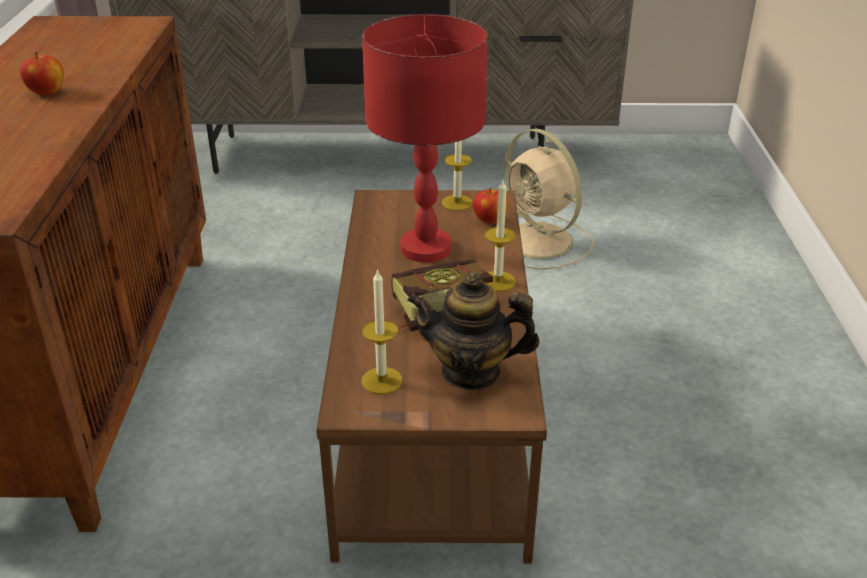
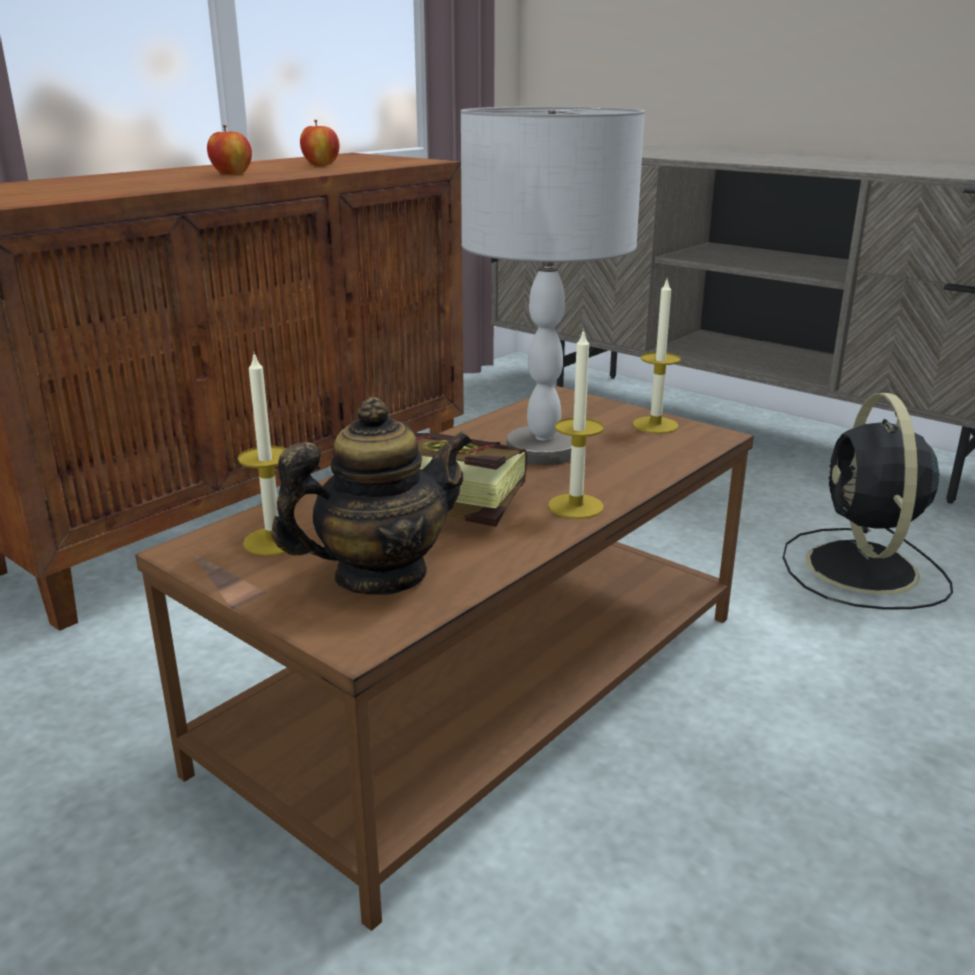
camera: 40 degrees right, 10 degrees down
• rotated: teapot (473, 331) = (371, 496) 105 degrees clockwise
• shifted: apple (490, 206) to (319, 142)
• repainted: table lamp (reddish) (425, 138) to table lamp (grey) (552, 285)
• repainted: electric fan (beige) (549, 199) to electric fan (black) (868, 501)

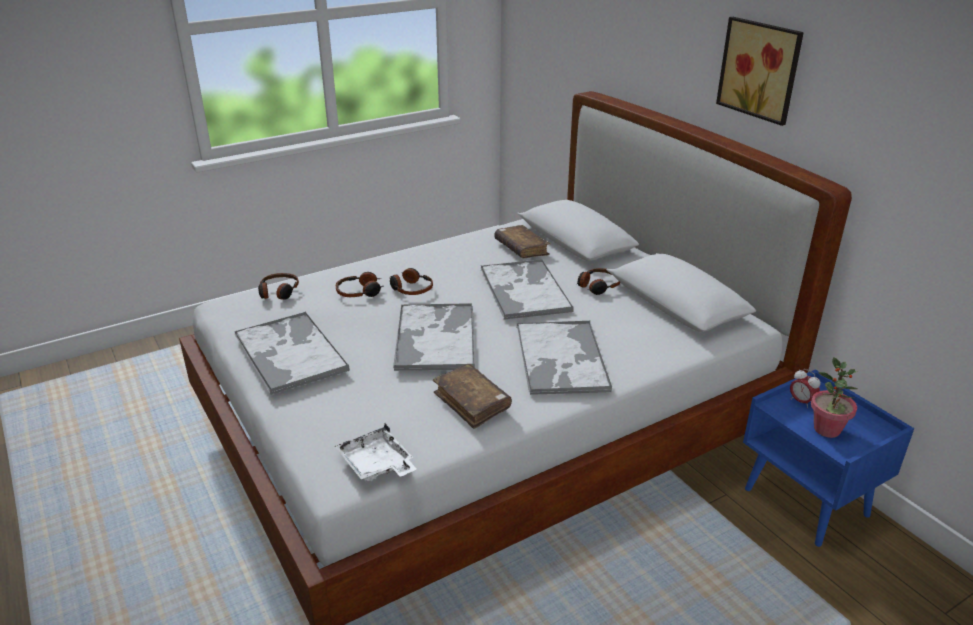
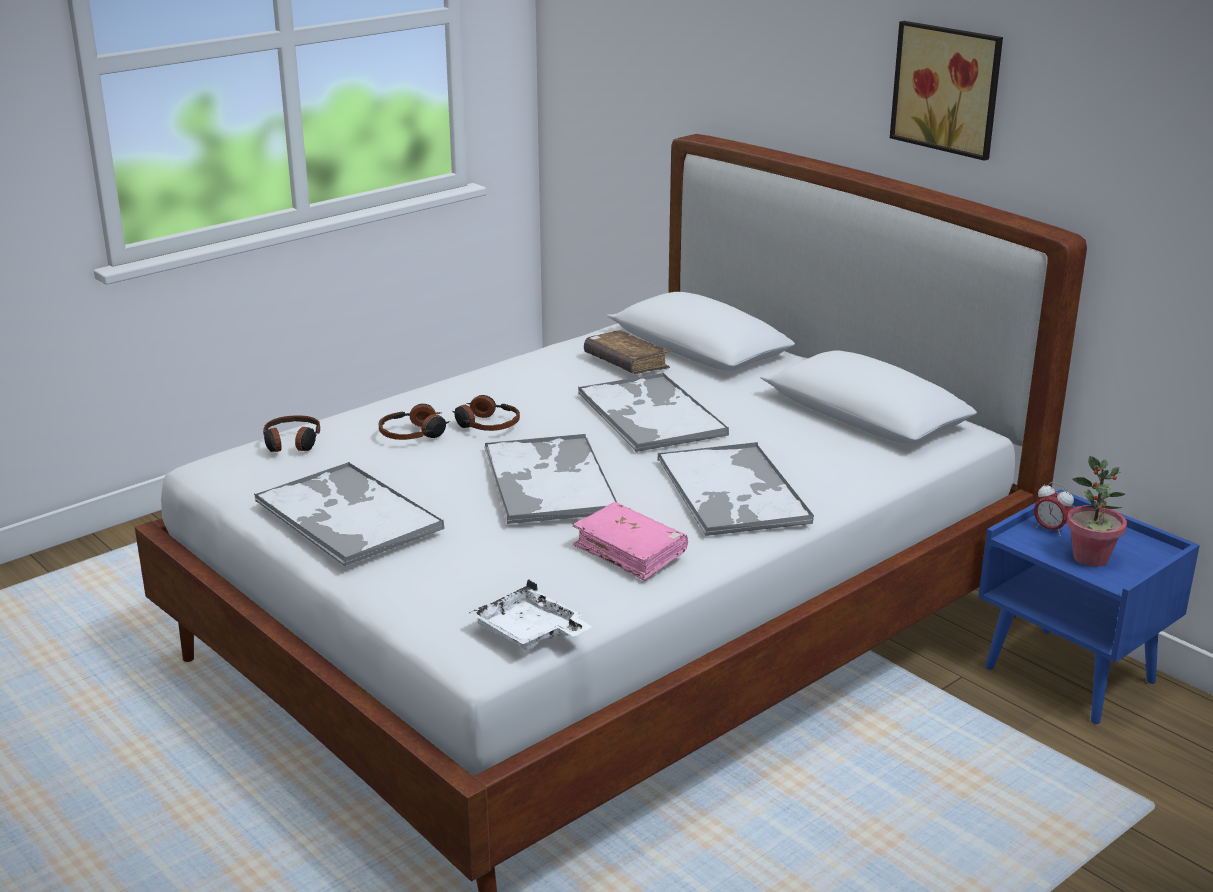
camera: 10 degrees left, 5 degrees down
• repainted: book (brown-coloured) (472, 396) to book (pinkish) (630, 541)
• gone: pair of headphones (598, 281)

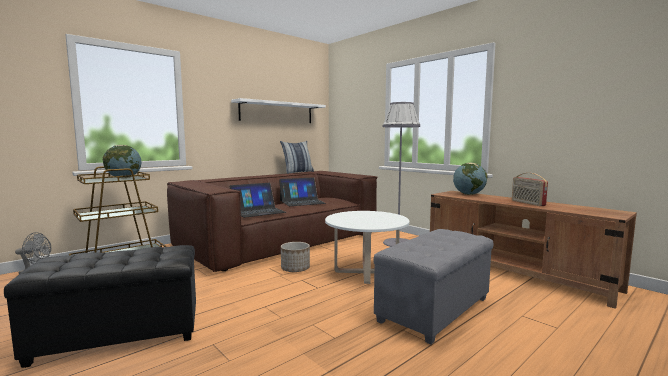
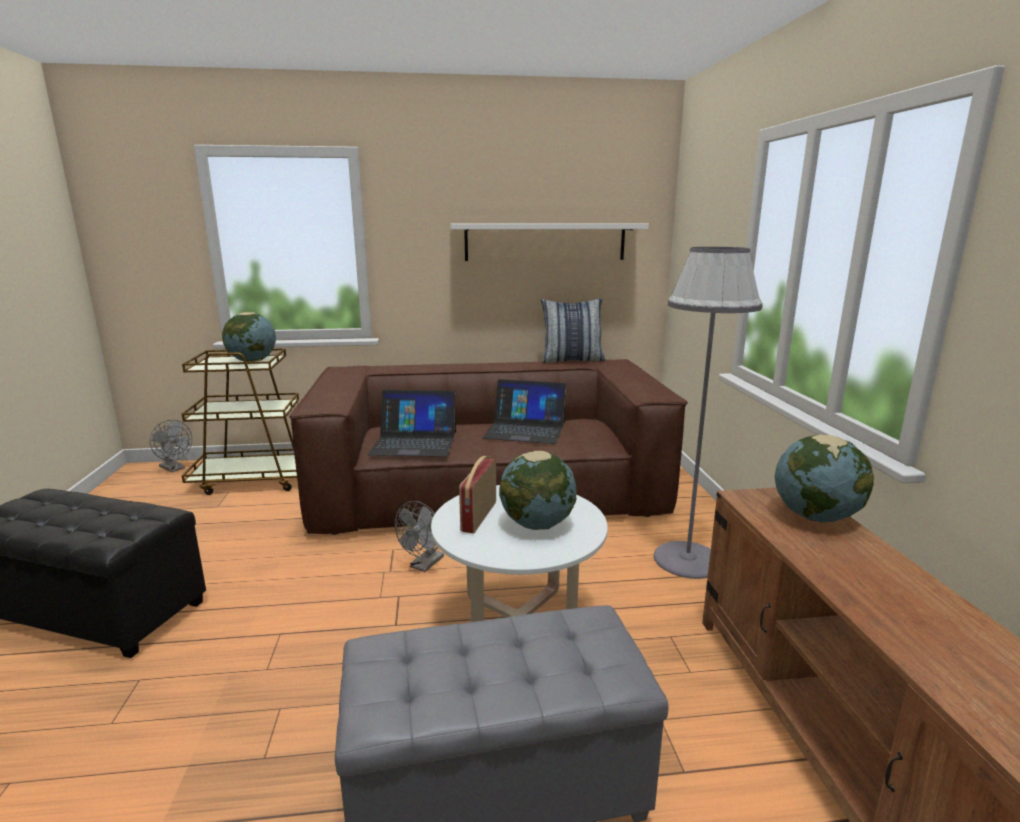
camera: 35 degrees right, 10 degrees up
• swapped: plant pot (295, 257) to electric fan (grey) (419, 536)
• shifted: radio (530, 189) to (477, 494)
• new: world globe (538, 490)

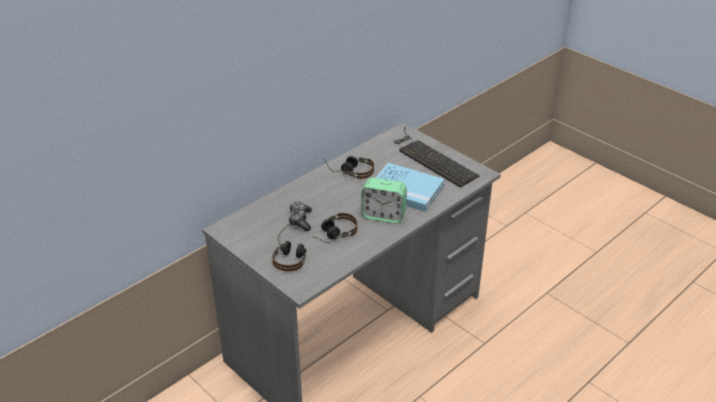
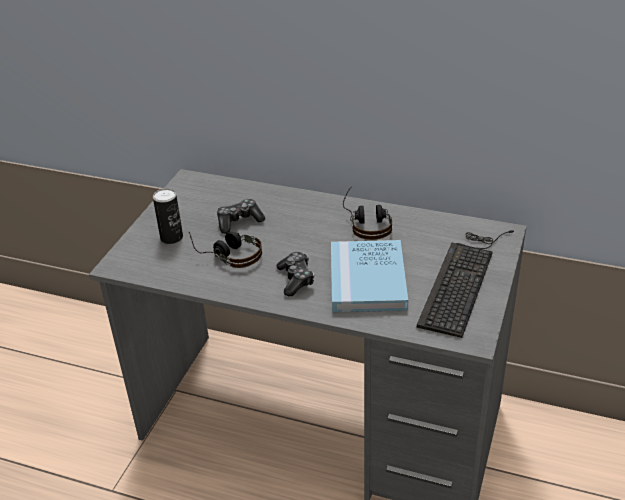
camera: 65 degrees right, 0 degrees up
• swapped: pair of headphones (289, 247) to can (168, 216)
• swapped: alarm clock (384, 200) to game controller (295, 274)

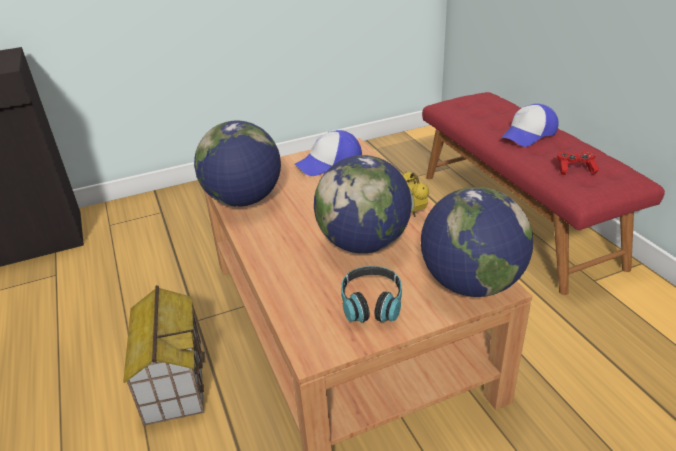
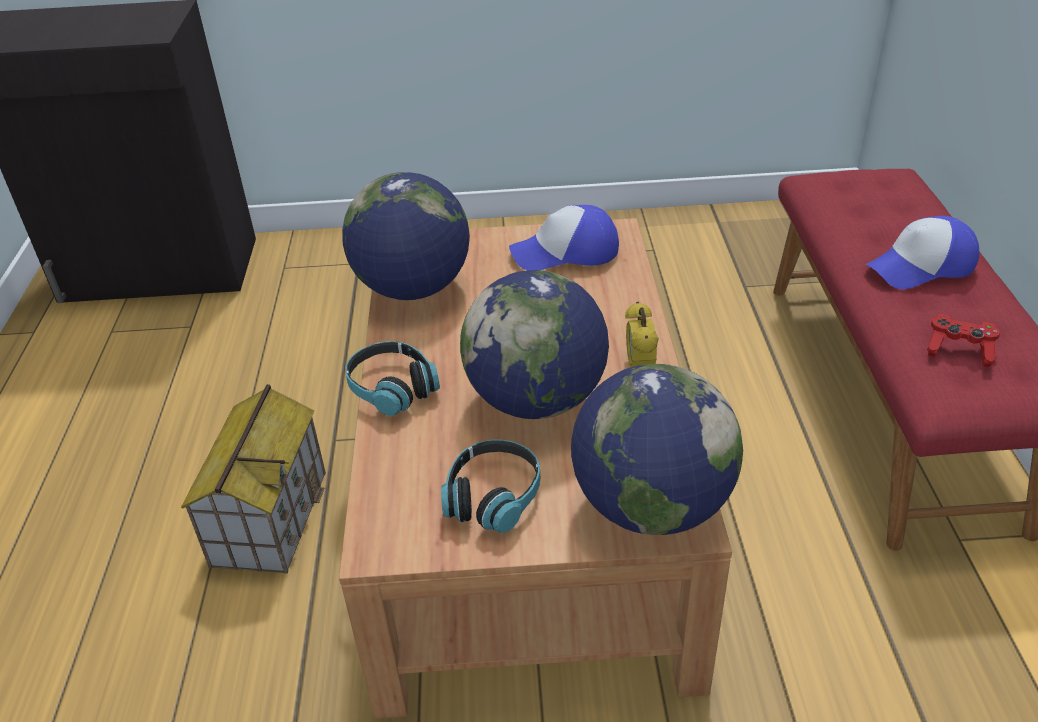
camera: 20 degrees right, 5 degrees up
• new: pair of headphones (392, 378)

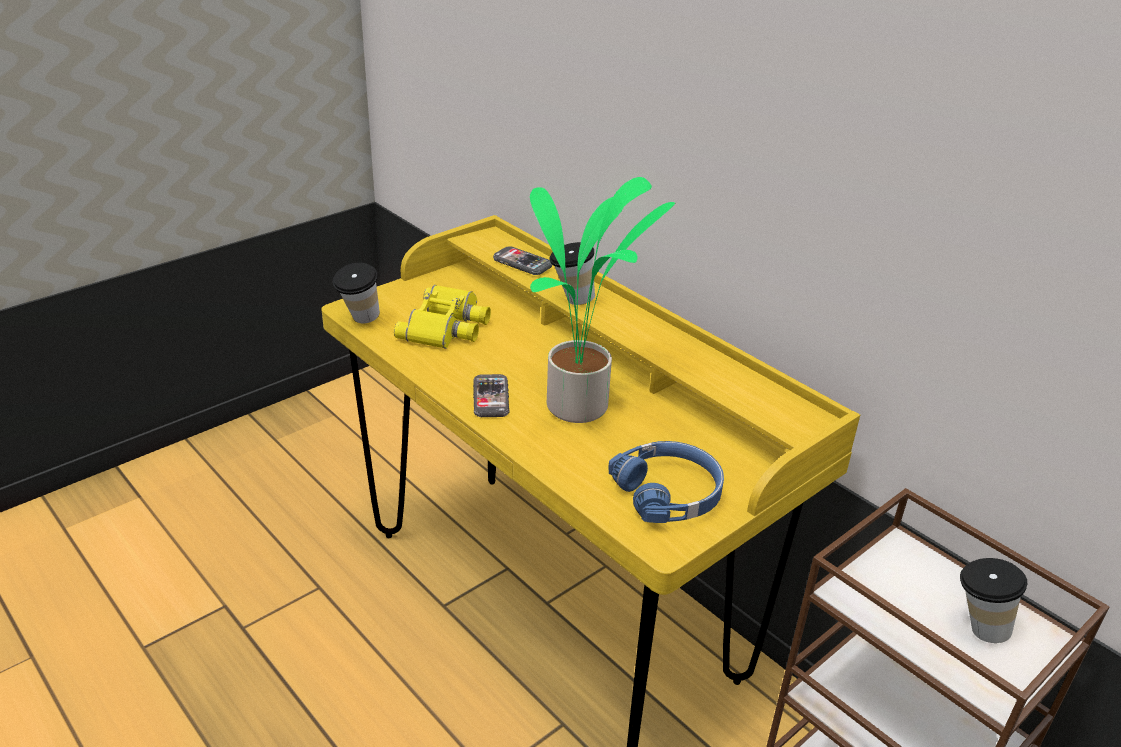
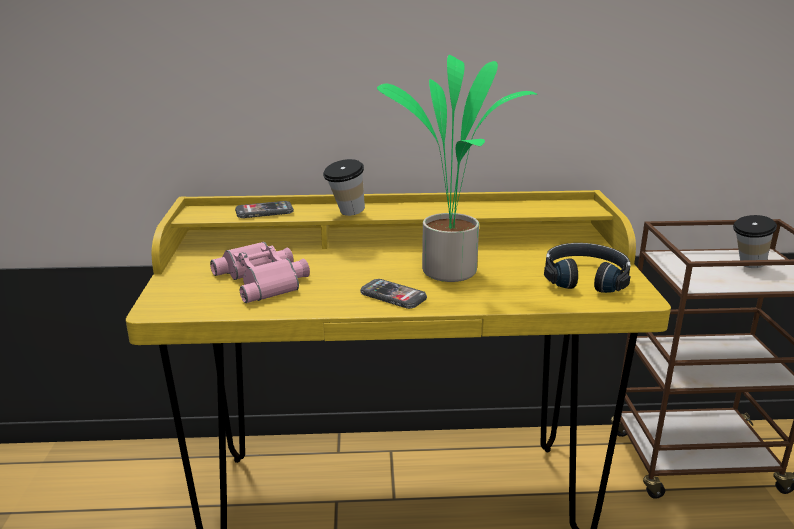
camera: 50 degrees left, 10 degrees down
• repainted: binoculars (yellow-coloured) (442, 317) to binoculars (pinkish) (260, 272)
• repainted: pair of headphones (blue-coloured) (666, 482) to pair of headphones (black) (587, 268)
• gone: cup (356, 293)

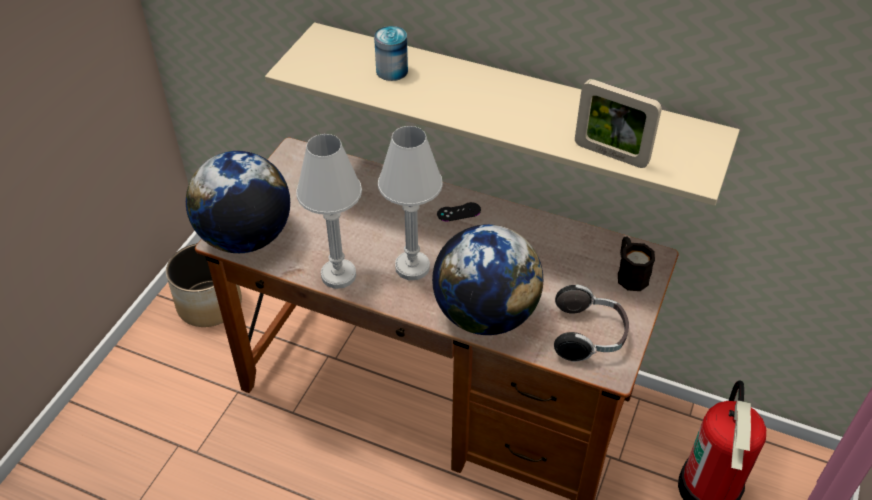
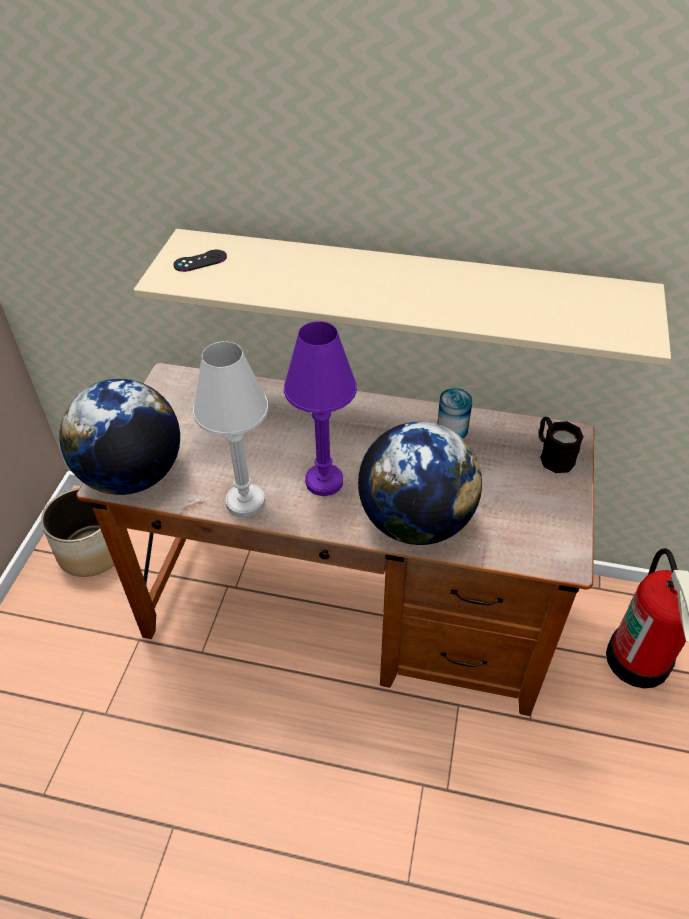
camera: 10 degrees left, 0 degrees up
• shifted: game controller (black) (459, 212) to (200, 261)
• repainted: table lamp (white-coloured) (410, 203) to table lamp (purplish) (320, 408)
• shifted: can (391, 53) to (455, 413)
• gone: pair of headphones (591, 323)
• gone: standing frame (618, 123)

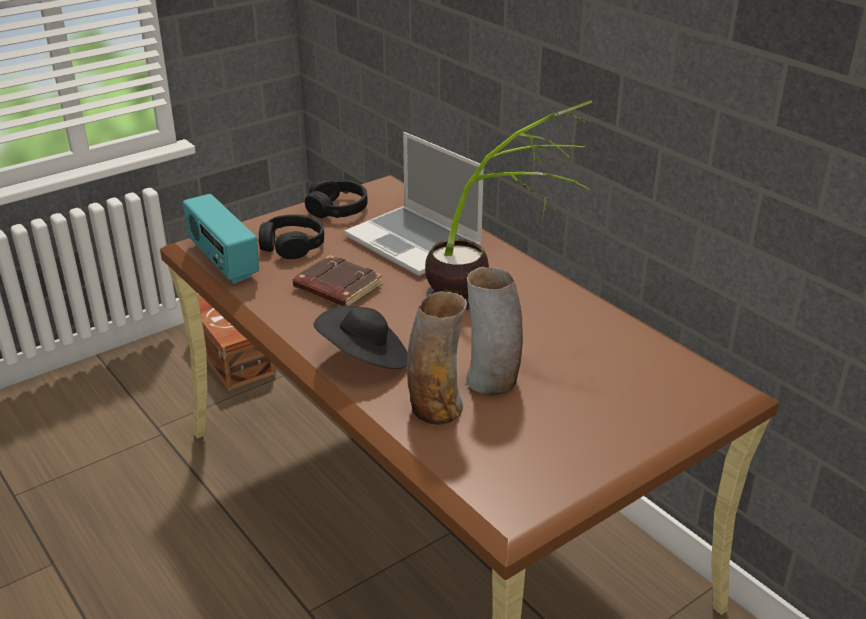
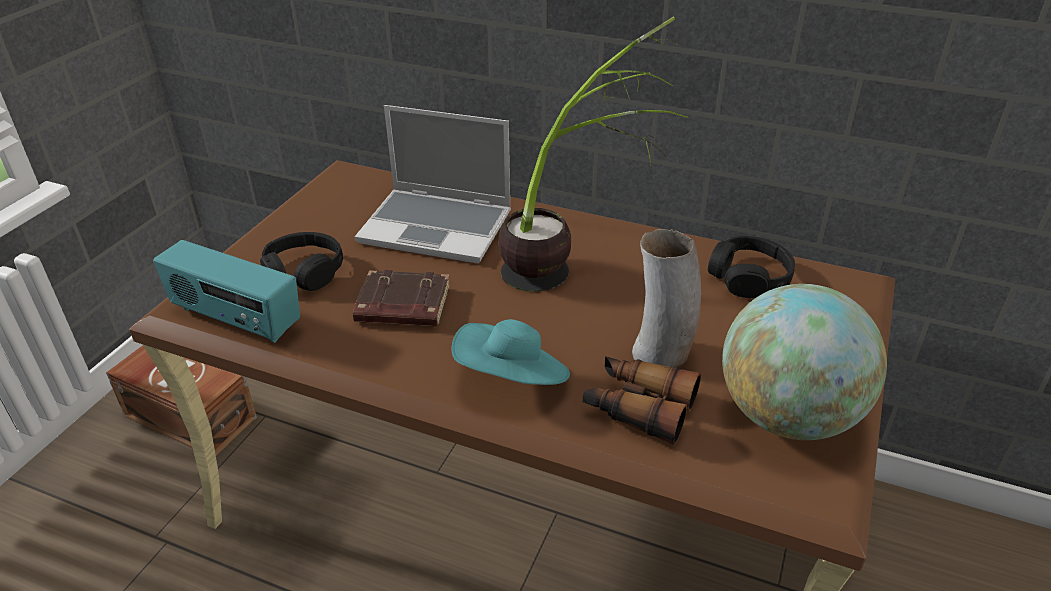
camera: 30 degrees left, 5 degrees up
• repainted: hat (black) (360, 337) to hat (turquoise) (511, 352)
• swapped: flower vase (437, 358) to binoculars (642, 400)
• shifted: pair of headphones (black) (336, 198) to (751, 267)
• new: world globe (804, 362)

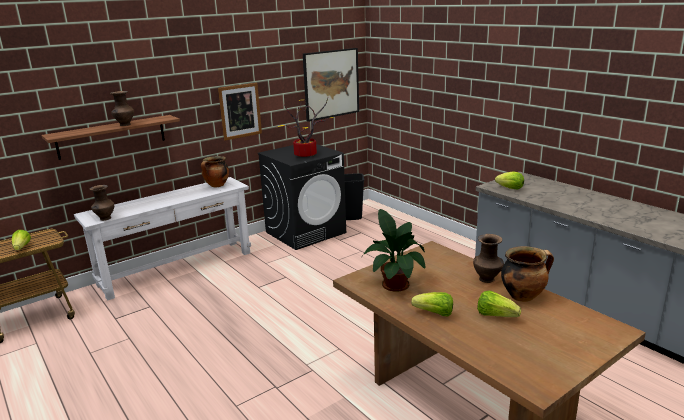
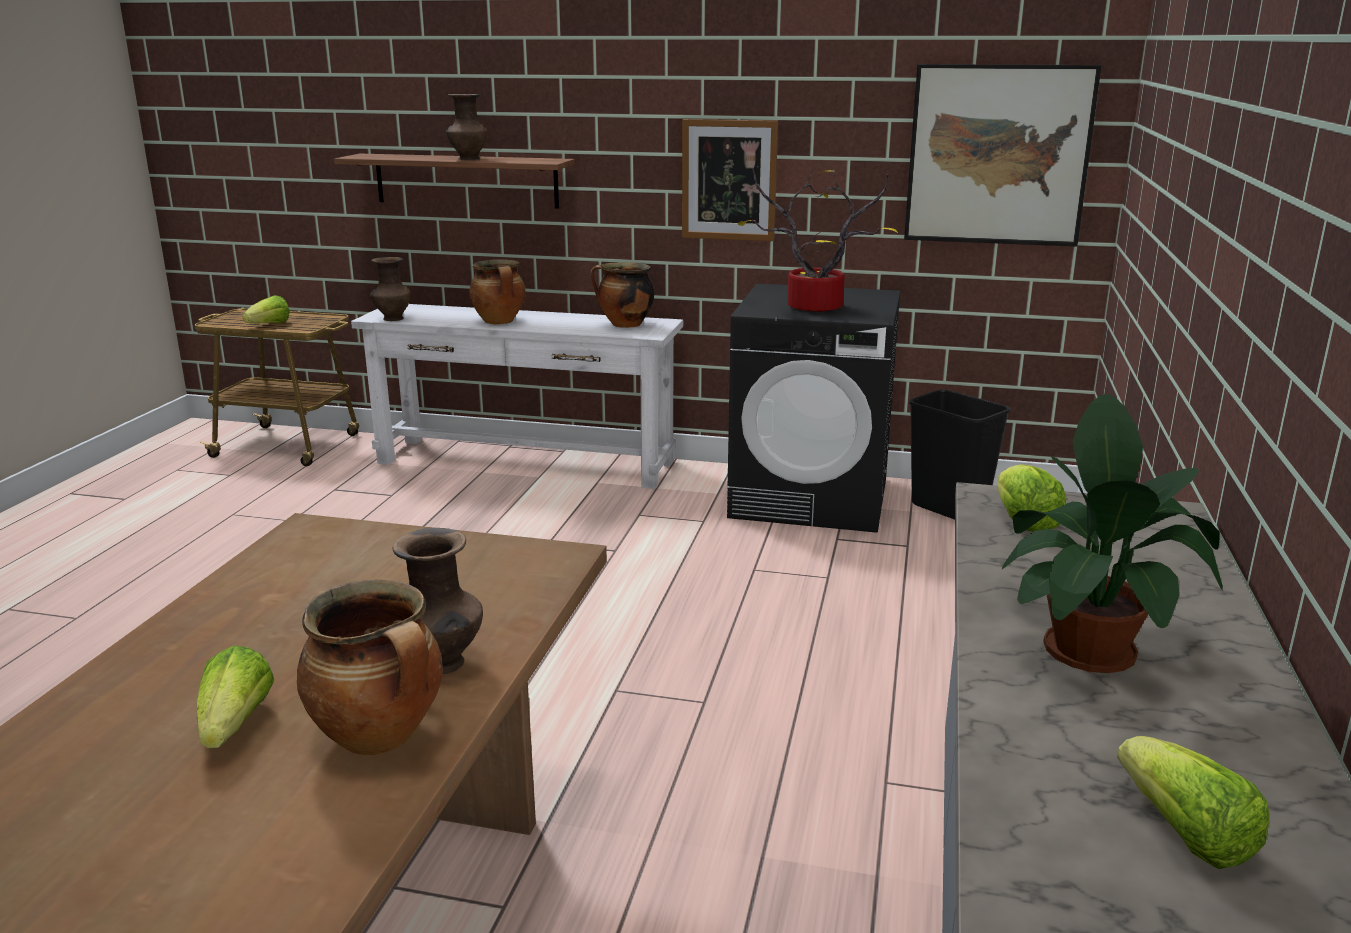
camera: 50 degrees right, 0 degrees up
• new: stockpot (497, 291)
• shifted: houseplant (394, 250) to (1112, 533)
• shifted: lettuce (432, 304) to (1193, 802)

